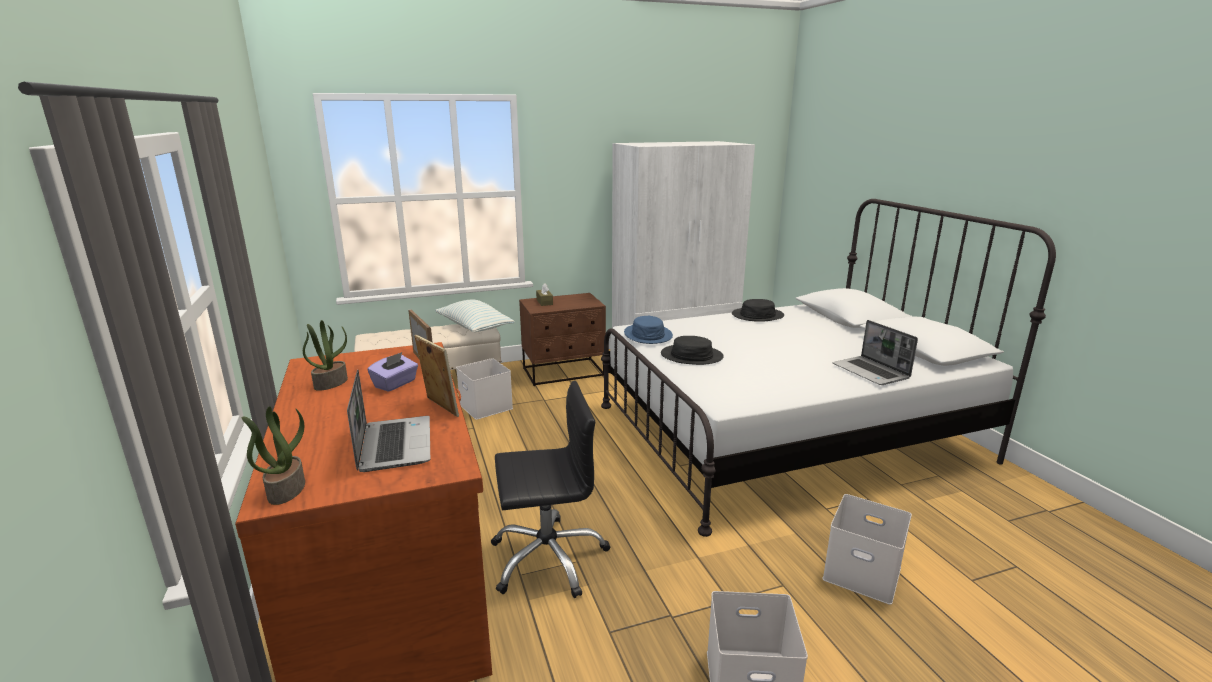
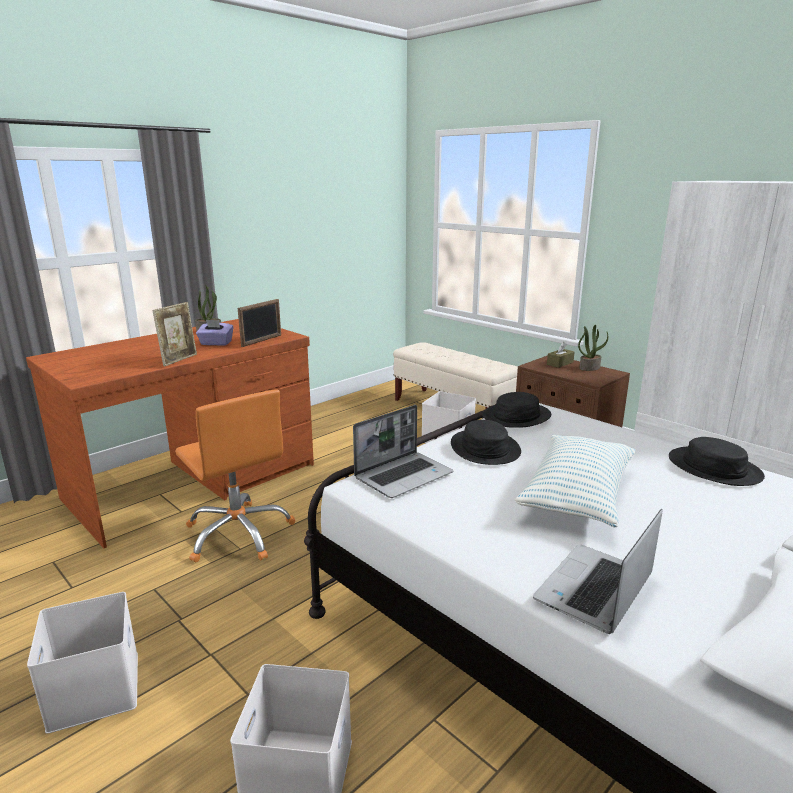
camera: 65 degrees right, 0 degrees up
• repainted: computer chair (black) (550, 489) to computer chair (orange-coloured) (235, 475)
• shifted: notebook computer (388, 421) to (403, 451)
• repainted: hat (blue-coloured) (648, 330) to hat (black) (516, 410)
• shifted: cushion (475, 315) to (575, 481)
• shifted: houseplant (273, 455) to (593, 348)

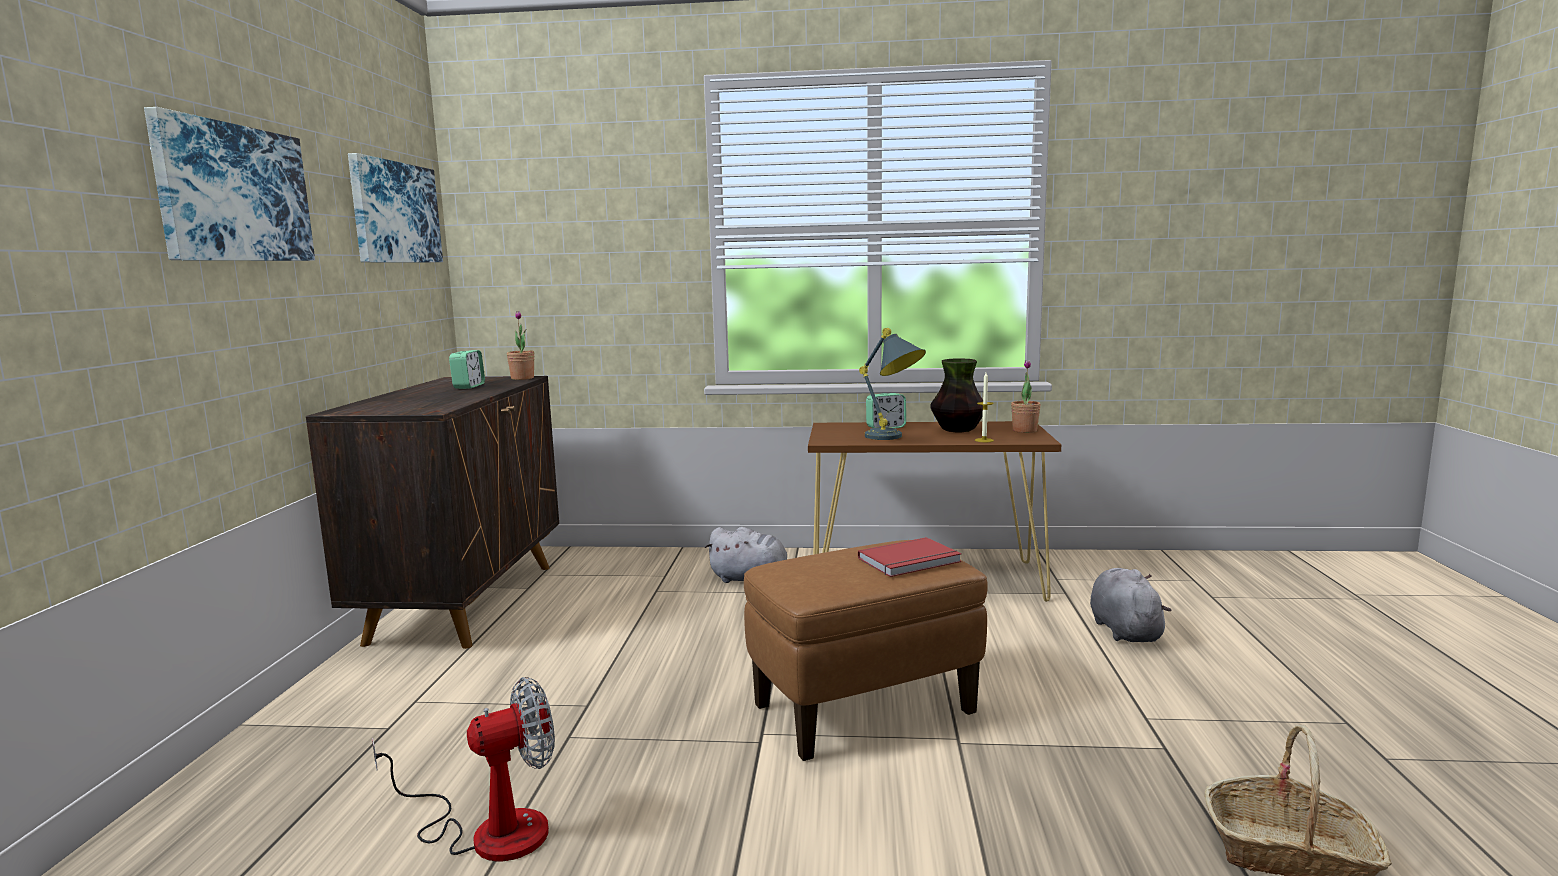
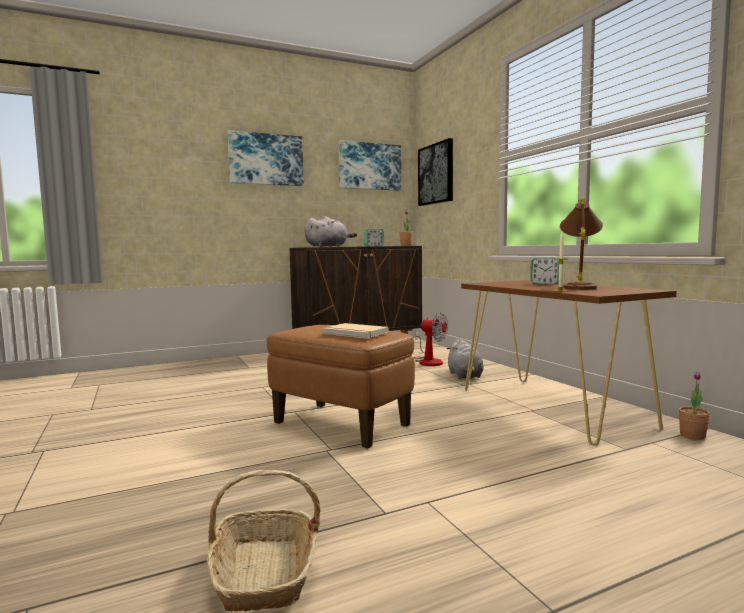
camera: 60 degrees right, 5 degrees down
• shifted: soft toy (grey) (1131, 605) to (331, 231)
• repainted: book (reddish) (910, 557) to book (beige) (355, 331)
• shifted: electric fan (463, 769) to (431, 339)
• new: wall picture (435, 172)
• swapped: flower vase (956, 395) to table lamp (brown-coloured) (581, 243)
• shifted: houseplant (1026, 396) to (694, 406)
• gone: table lamp (grey) (892, 384)

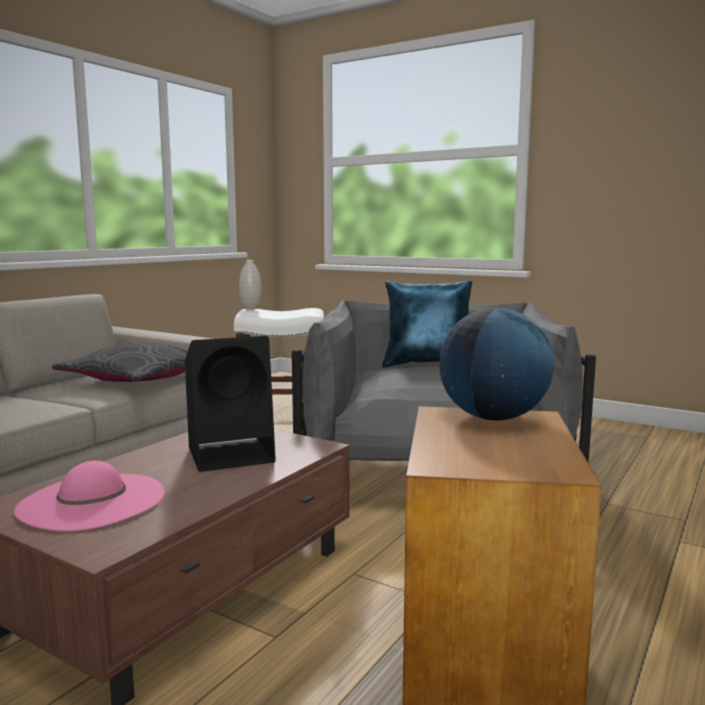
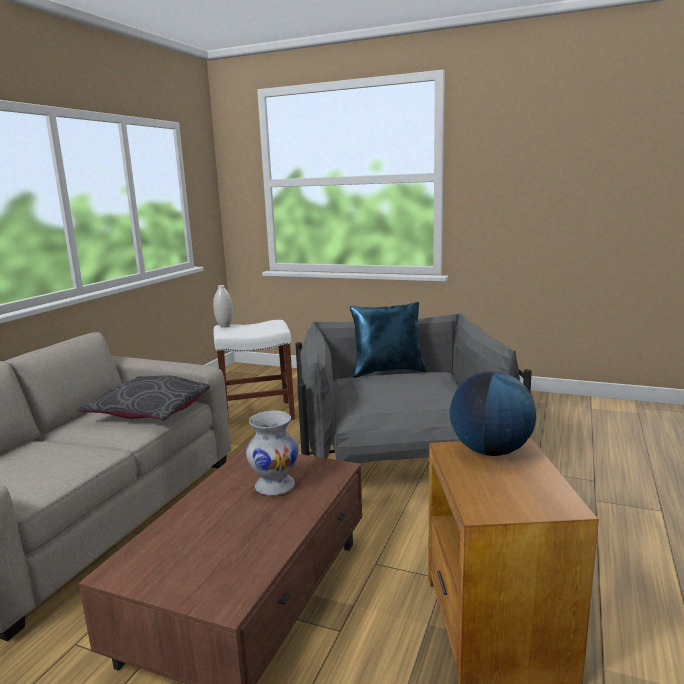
camera: 10 degrees left, 5 degrees up
• swapped: audio speaker (black) (230, 404) to flower vase (white-coloured) (272, 453)
• gone: hat (pinkish) (89, 496)

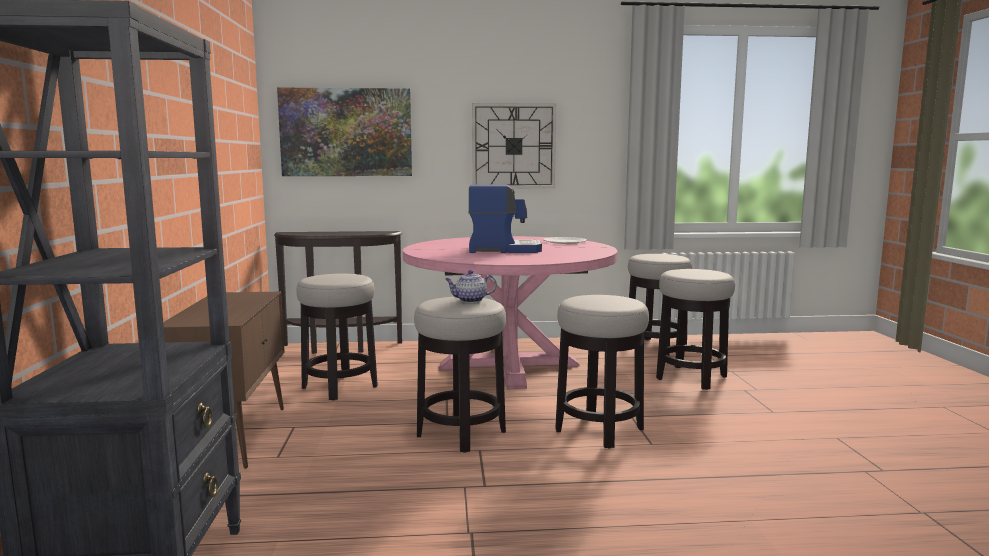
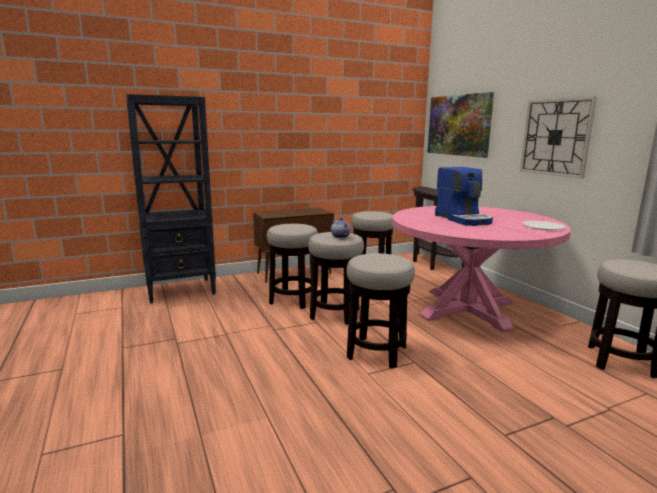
camera: 70 degrees right, 5 degrees up
• shifted: stool (695, 329) to (292, 266)

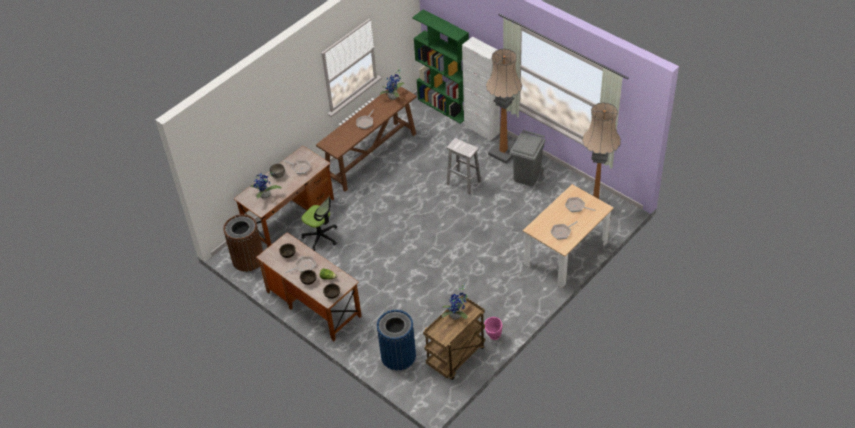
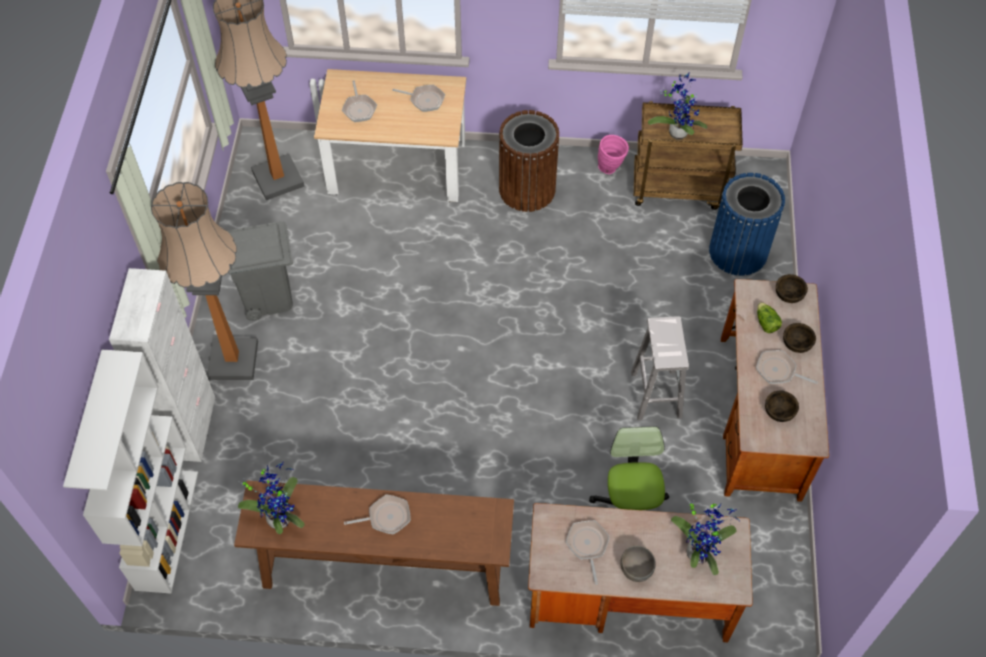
camera: 130 degrees left, 10 degrees up
• repainted: bookshelf (green) (440, 66) to bookshelf (white-coloured) (130, 472)
• shifted: waste bin (brown-coloured) (243, 243) to (529, 161)
• shifted: stool (white-coloured) (463, 166) to (660, 368)

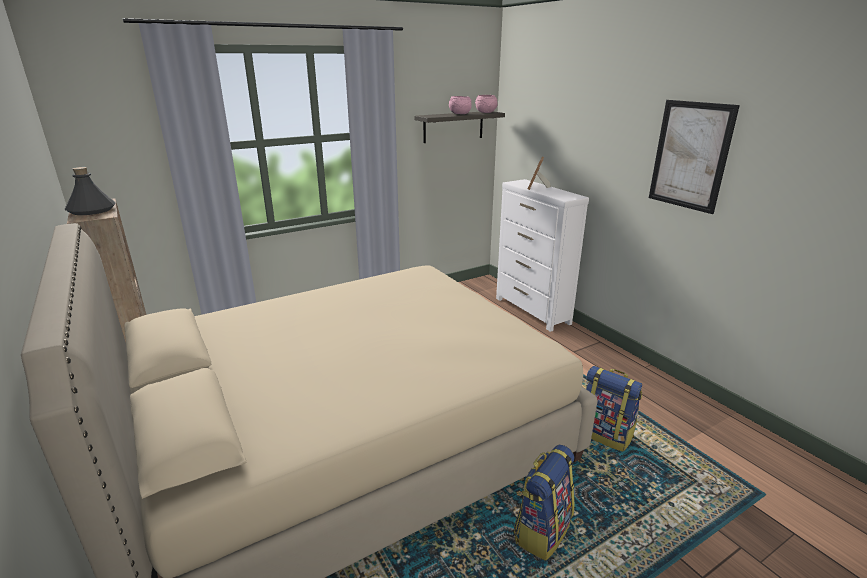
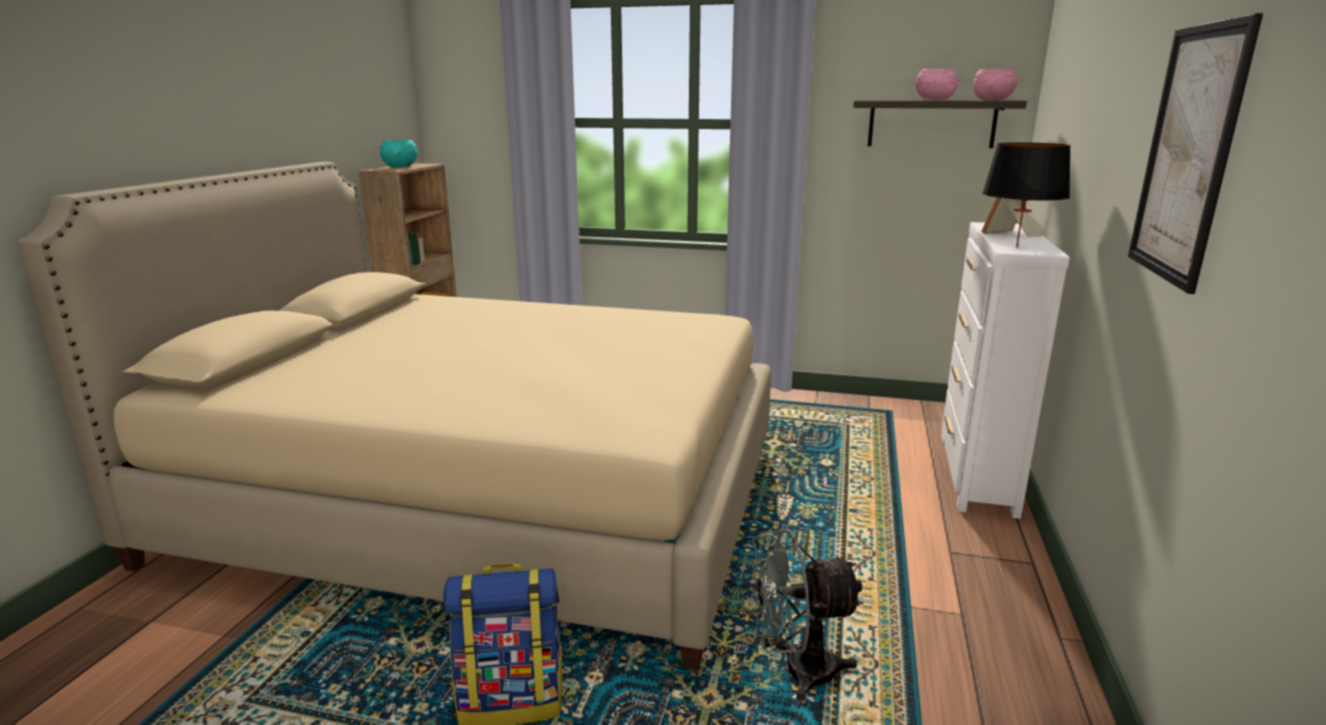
camera: 45 degrees right, 5 degrees down
• swapped: bottle (grey) (90, 191) to deep dish (turquoise) (399, 153)
• swapped: backpack (614, 409) to electric fan (grey) (807, 614)
• new: table lamp (black) (1026, 195)

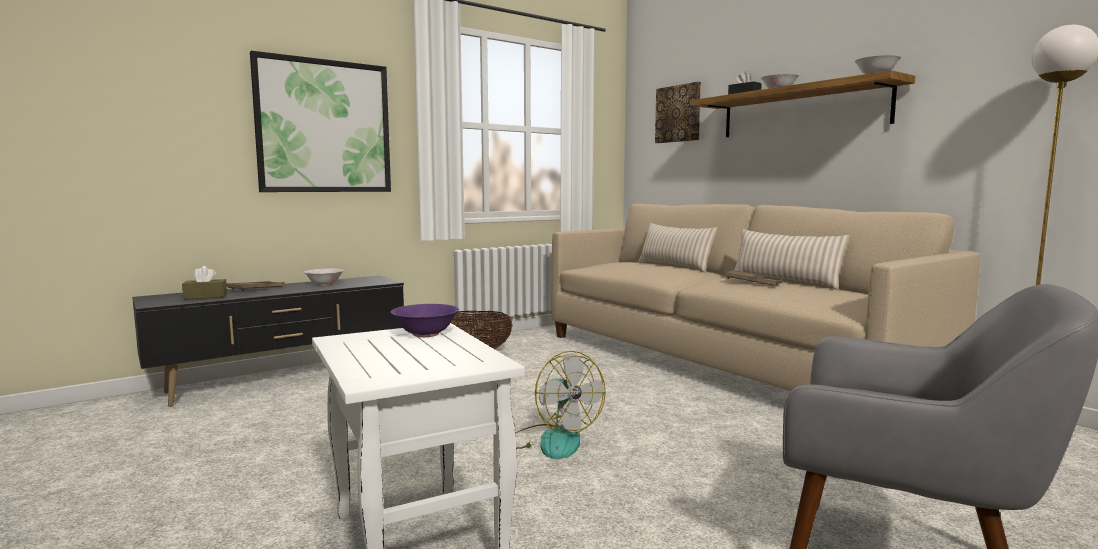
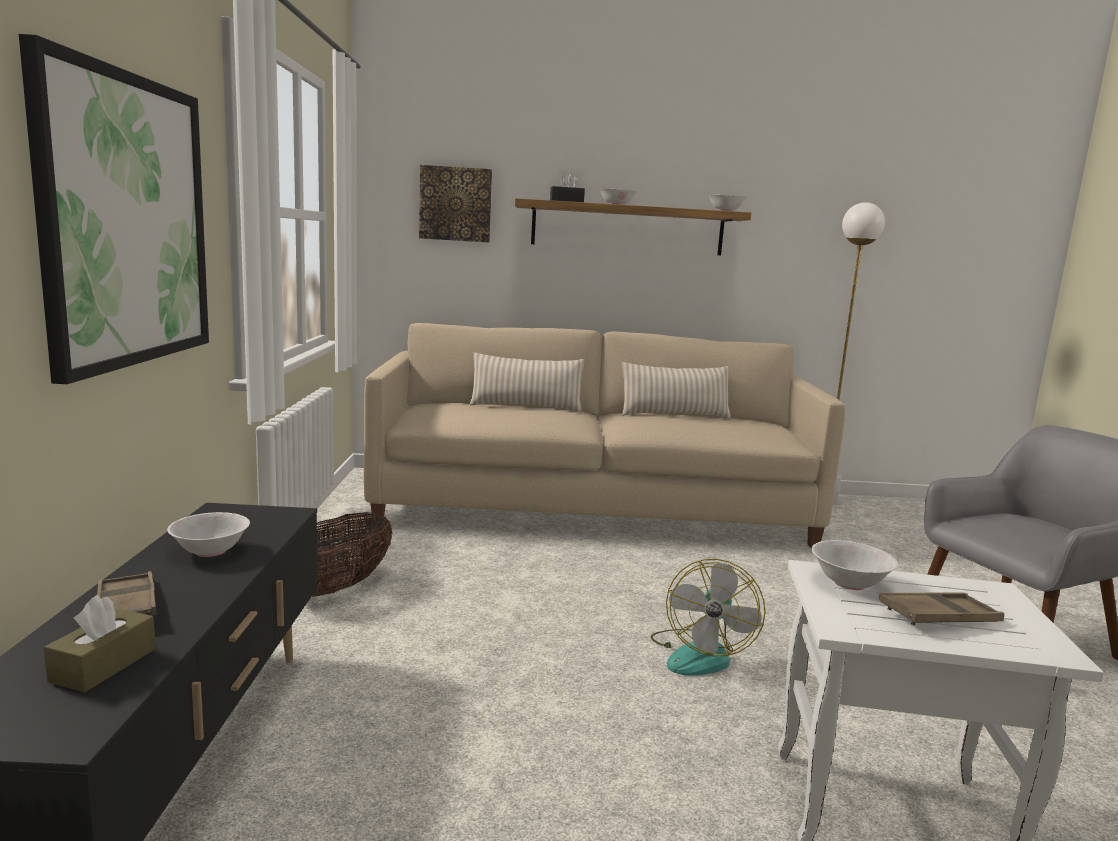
camera: 55 degrees left, 5 degrees up
• rotated: electric fan (560, 405) = (708, 617) 105 degrees clockwise
• repainted: deep dish (purplish) (425, 320) to deep dish (white-coloured) (855, 565)
• shifted: serving tray (brown-coloured) (753, 277) to (941, 608)

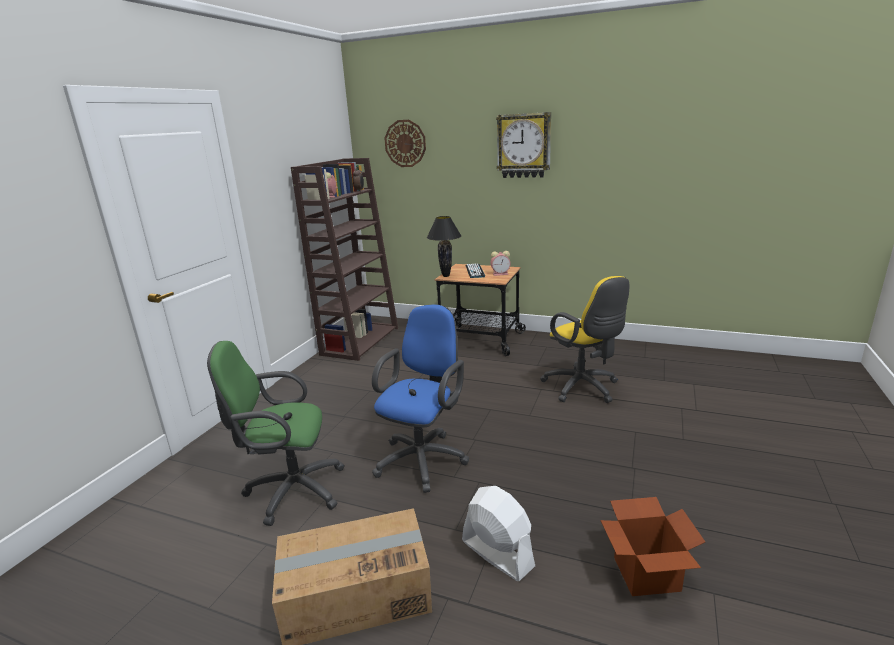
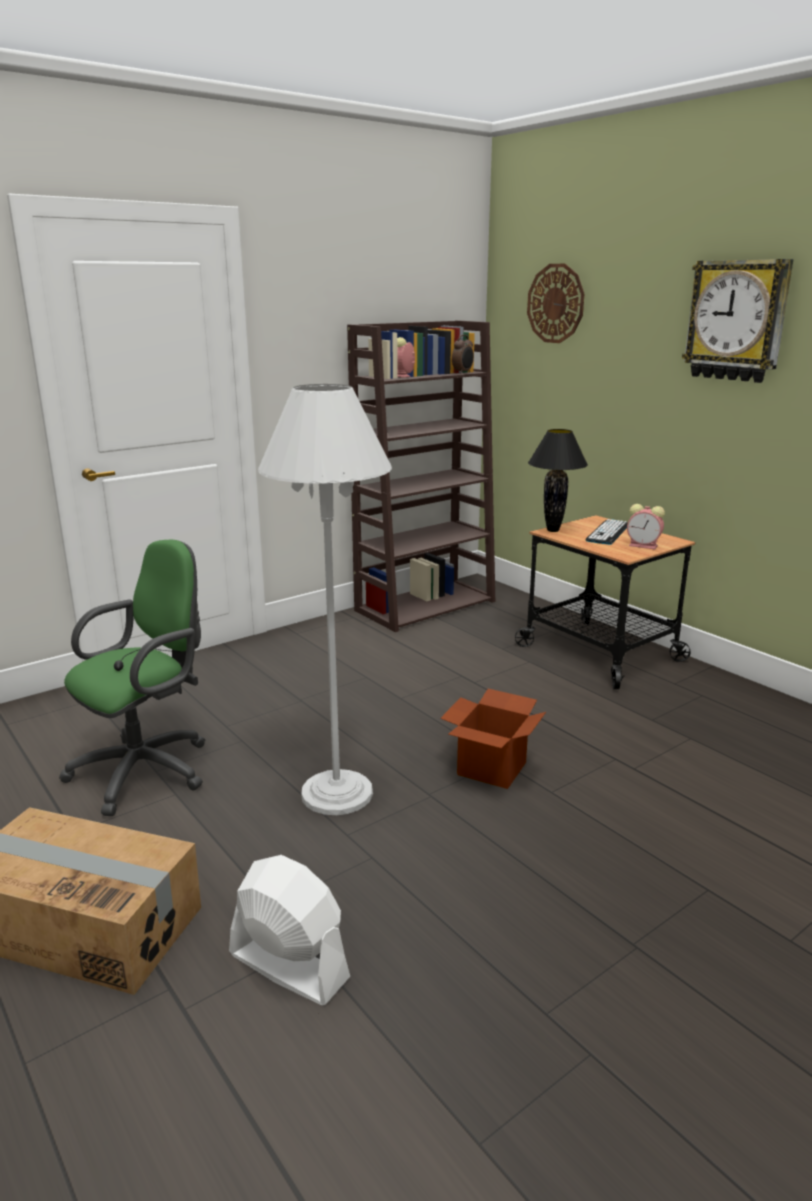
camera: 30 degrees right, 0 degrees up
• rotated: computer chair (green) (276, 433) = (132, 678) 105 degrees clockwise
• rotated: electric fan (white-coloured) (498, 533) = (289, 930) 45 degrees counterclockwise
• swapped: computer chair (blue-coloured) (420, 398) to floor lamp (white-coloured) (325, 599)
• shifted: packing box (653, 546) to (493, 739)
• gone: computer chair (yellow-coloured) (584, 339)

